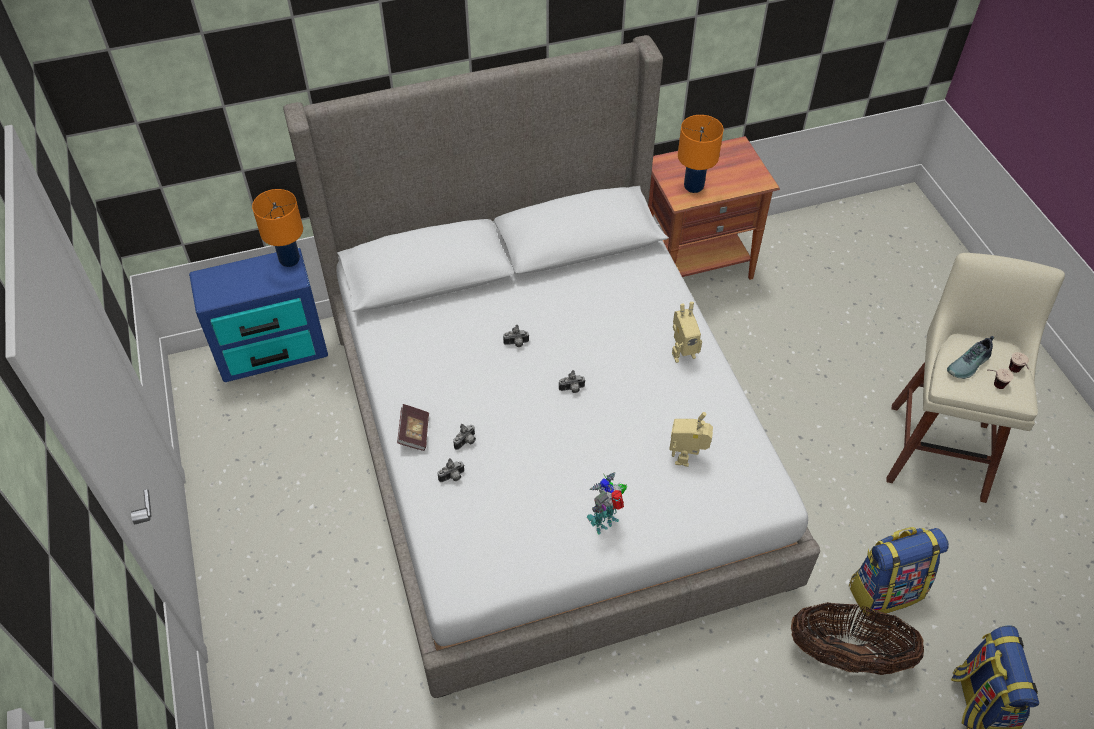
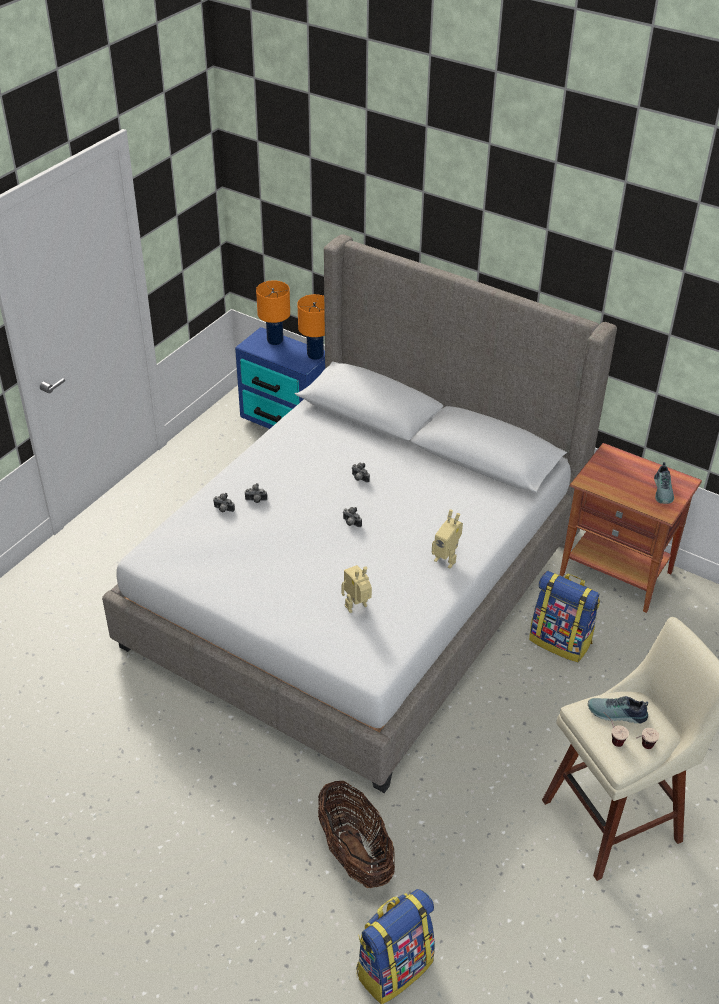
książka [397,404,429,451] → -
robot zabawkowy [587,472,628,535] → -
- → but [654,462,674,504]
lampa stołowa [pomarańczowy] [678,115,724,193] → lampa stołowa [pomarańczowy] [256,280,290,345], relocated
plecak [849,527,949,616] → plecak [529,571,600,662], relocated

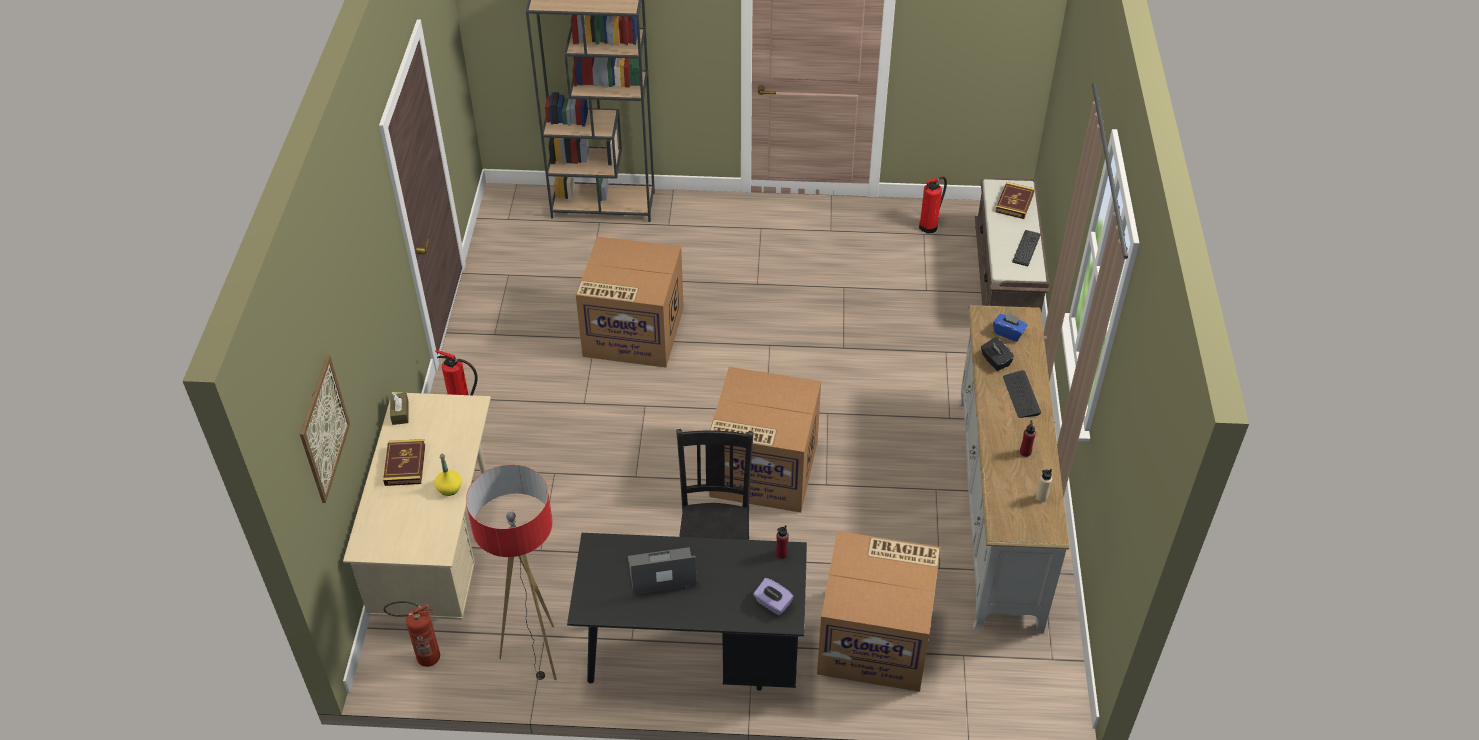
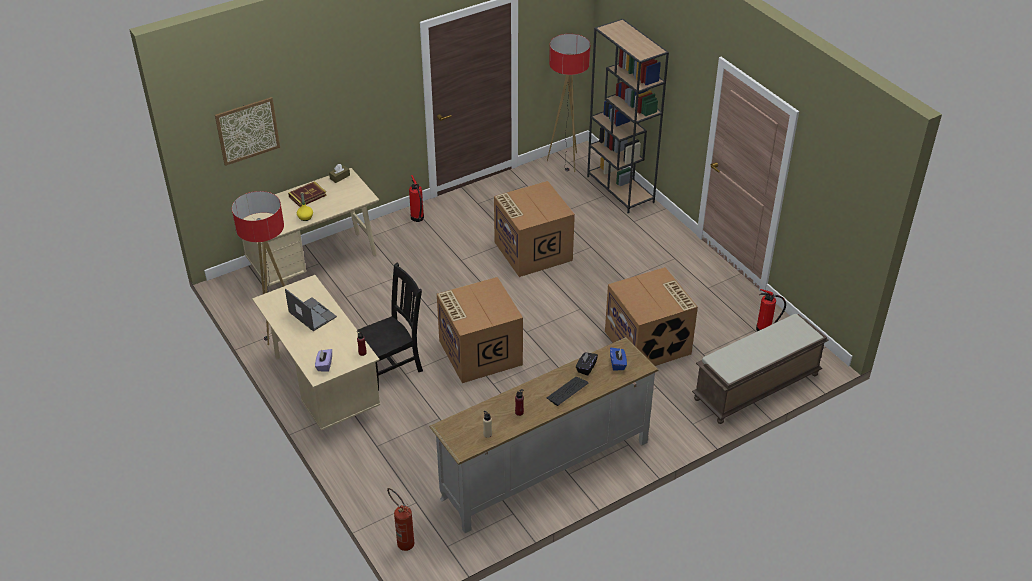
książka [996,182,1035,219] → -
klawiatura [1012,230,1041,266] → -
- → lampa stojąca [547,34,590,172]
gaśnica [383,601,440,667] → gaśnica [387,488,414,551], relocated
karton [817,531,941,692] → karton [605,267,698,366], relocated
biurko [czarny] [567,533,807,691] → biurko [beżowy] [252,275,380,431]

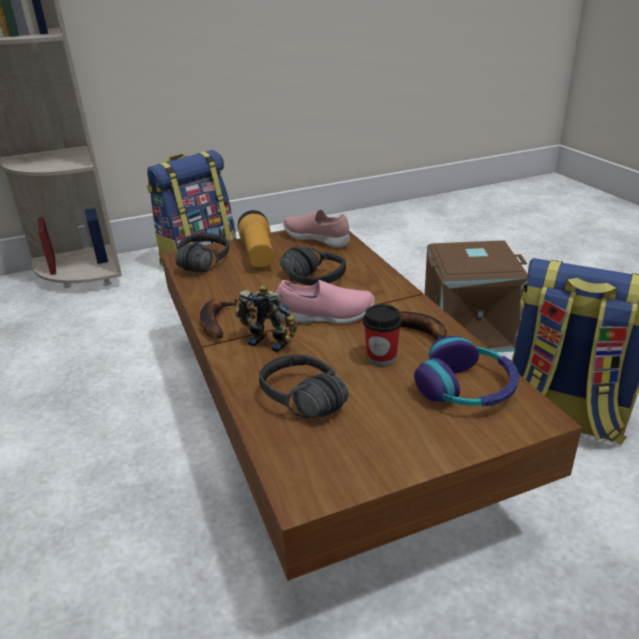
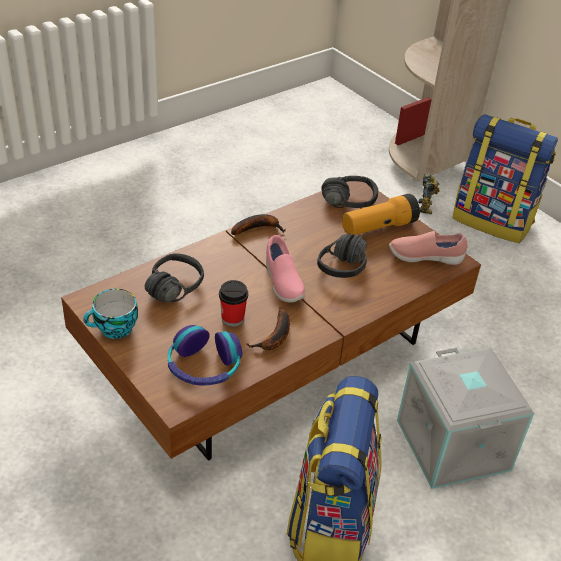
- → filiżanka [83,289,138,339]
robot zabawkowy [235,285,297,353] → robot zabawkowy [418,173,440,215], relocated
pojemnik do przechowywania [brązowy] [425,240,528,352] → pojemnik do przechowywania [szary] [397,348,534,489]
but [różowy] [283,210,350,247] → but [różowy] [389,231,468,265], 105 degrees counterclockwise

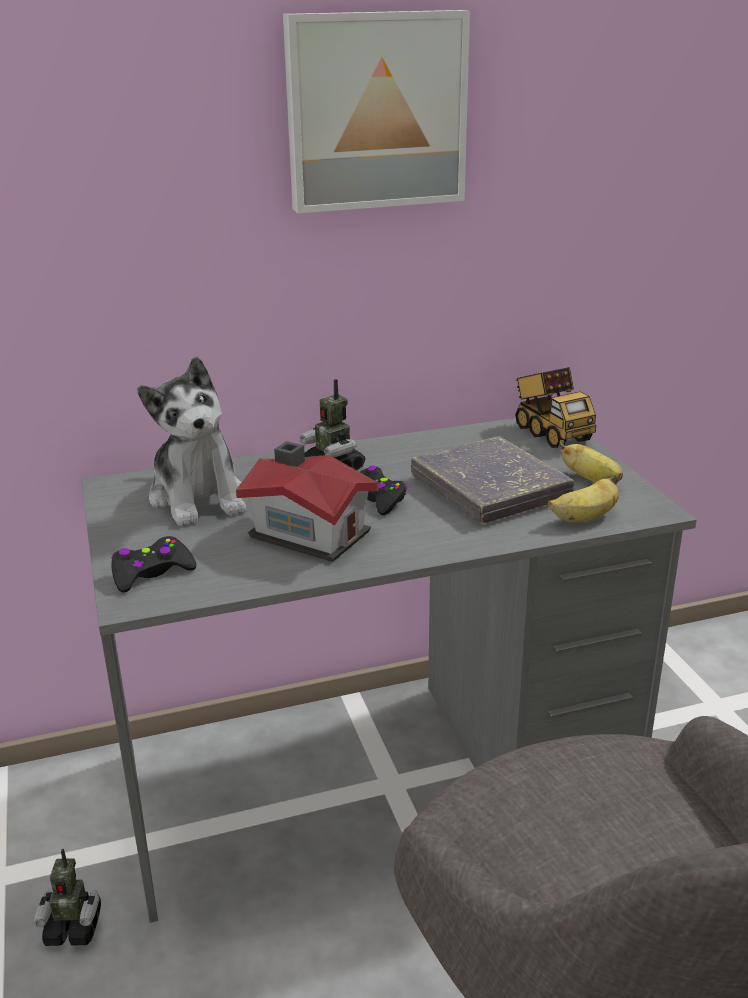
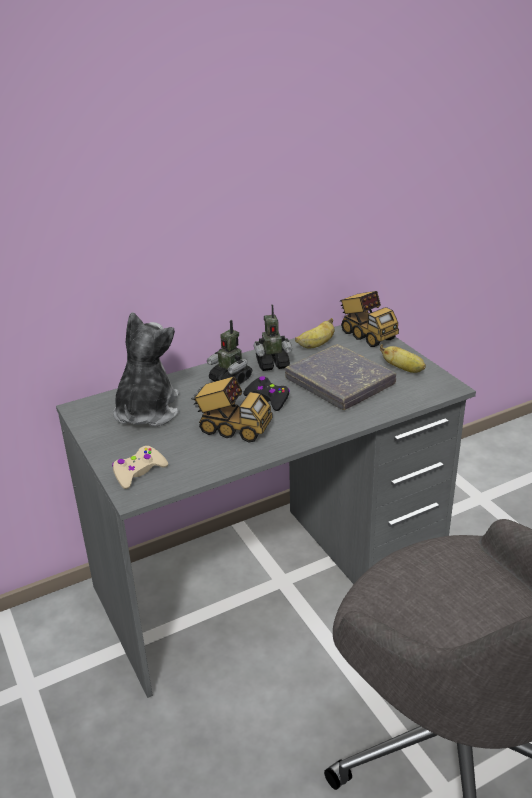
obraz [283,10,470,213] → -
robot zabawkowy [34,849,101,946] → robot zabawkowy [254,304,292,371], relocated
banan [548,475,619,523] → banan [295,318,334,348], relocated
domek [236,441,379,562] → ciężarówka zabawkowa [191,376,273,443]
pad do gier [czarny] [111,536,197,593] → pad do gier [beżowy] [112,446,168,489]
pluszak [137,356,246,526] → pluszak [113,312,179,426], 135 degrees counterclockwise

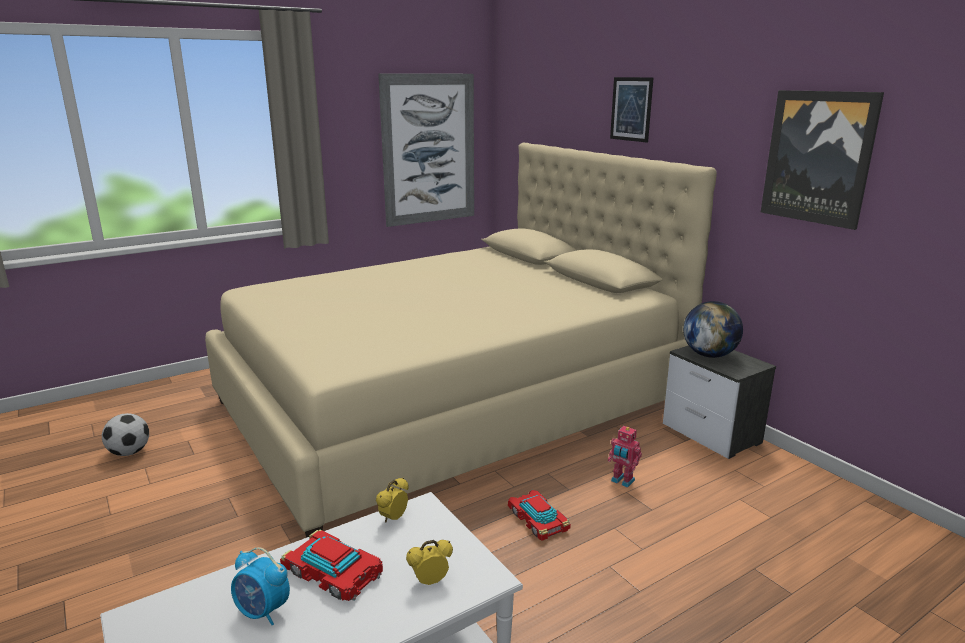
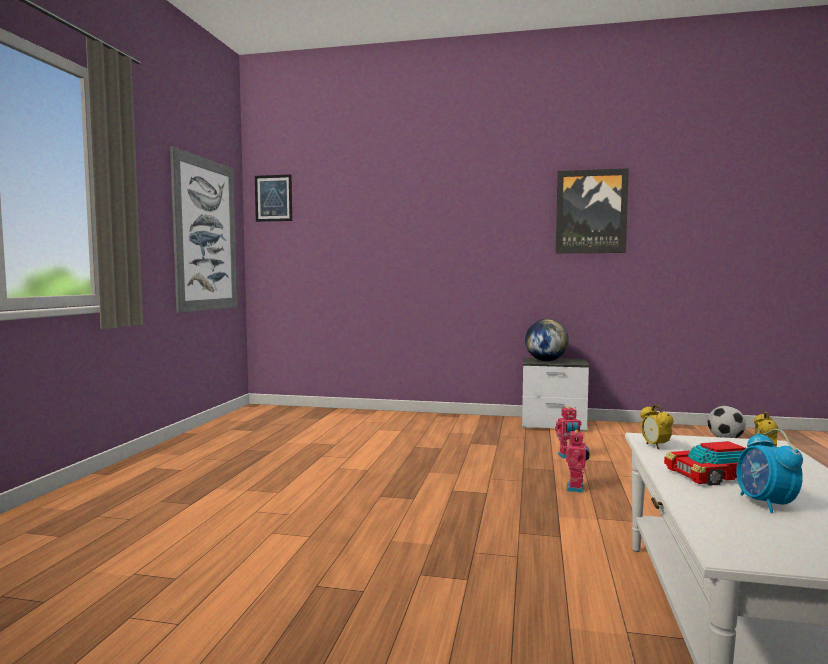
łóżko [beżowy] [205,143,717,538] → -
piłka futbolowa [102,413,149,456] → piłka futbolowa [707,406,746,438], relocated
obraz [610,77,654,142] → obraz [255,174,292,222], relocated
samochodzik [508,490,571,541] → robot zabawkowy [566,429,590,493]
budzik [231,547,290,626] → budzik [736,429,803,513], 105 degrees clockwise

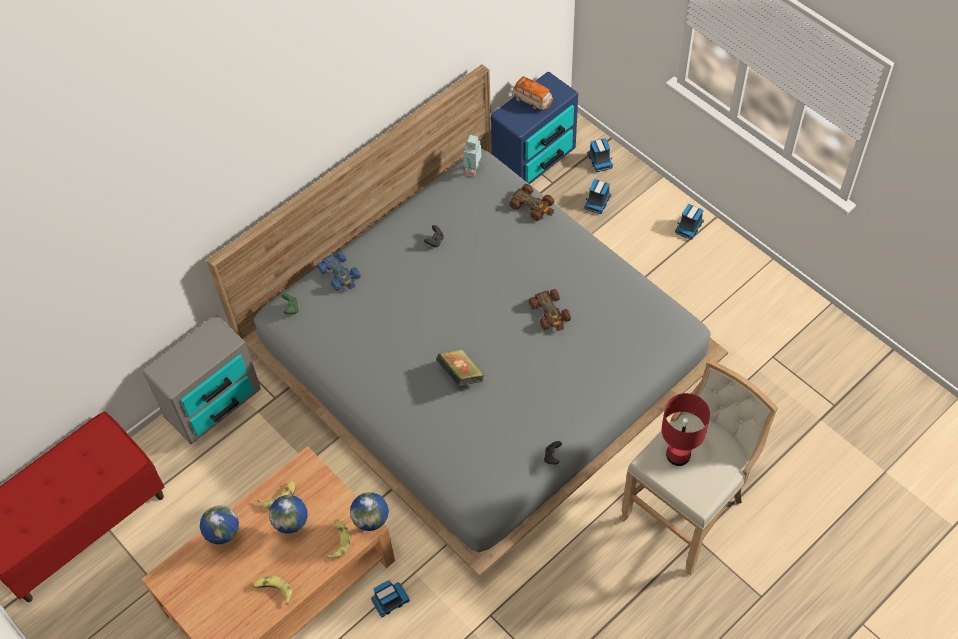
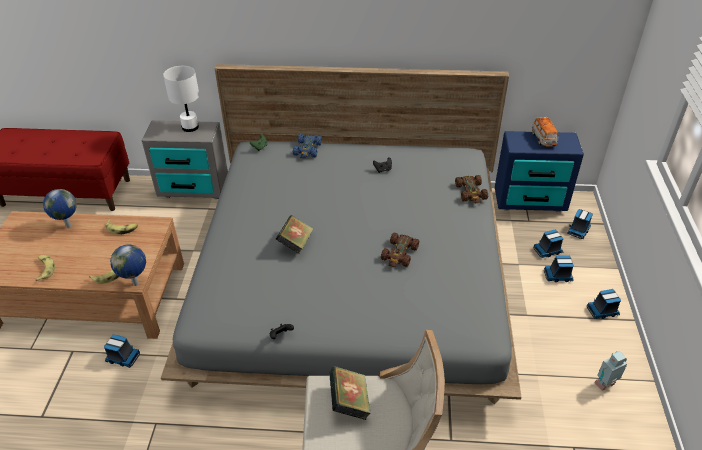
globus [269,495,308,534] → -
- → lampa stołowa [biały] [163,66,199,132]
- → ciężarówka zabawkowa [544,255,574,282]
robot zabawkowy [463,135,481,176] → robot zabawkowy [594,351,627,391], relocated
lampa stołowa [czerwony] [662,393,710,466] → książka [329,366,371,420]

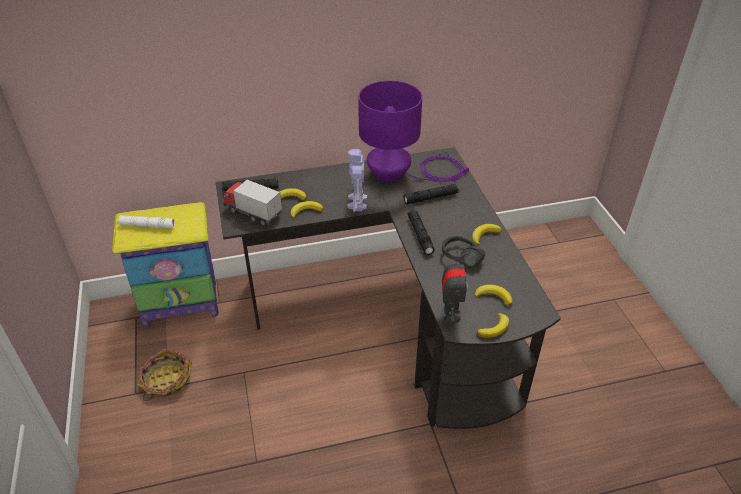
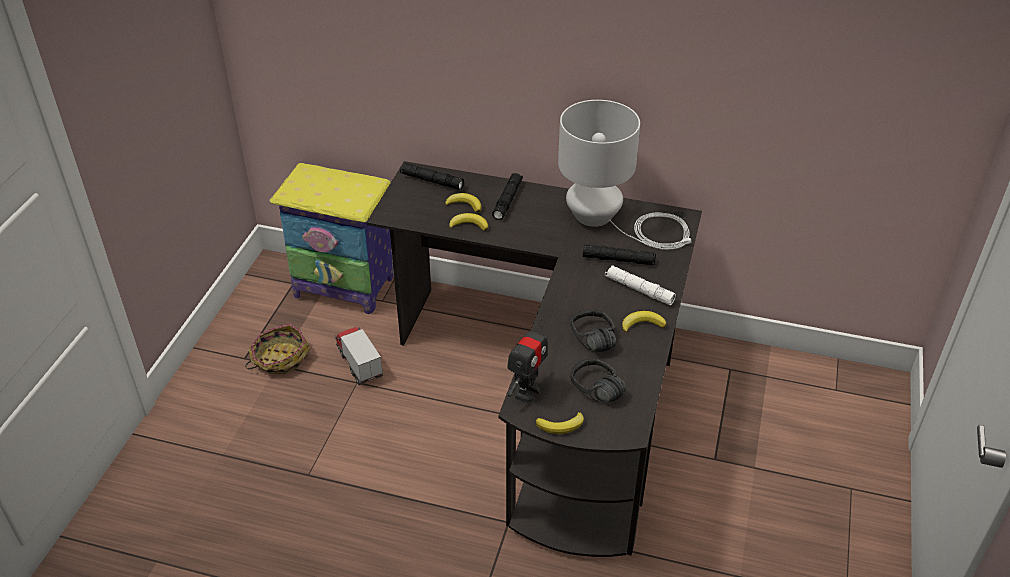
robot zabawkowy [347,149,367,212] → -
latarka [biały] [117,215,175,229] → latarka [biały] [605,265,676,305], relocated
ciężarówka zabawkowa [223,180,282,227] → ciężarówka zabawkowa [335,327,383,385], relocated
latarka [czarny] [408,210,435,255] → latarka [czarny] [492,173,523,220], relocated
banan [474,284,512,306] → słuchawki [czarny] [570,359,626,402]
lampa stołowa [fioletowy] [358,81,469,183] → lampa stołowa [szary] [558,100,691,250]

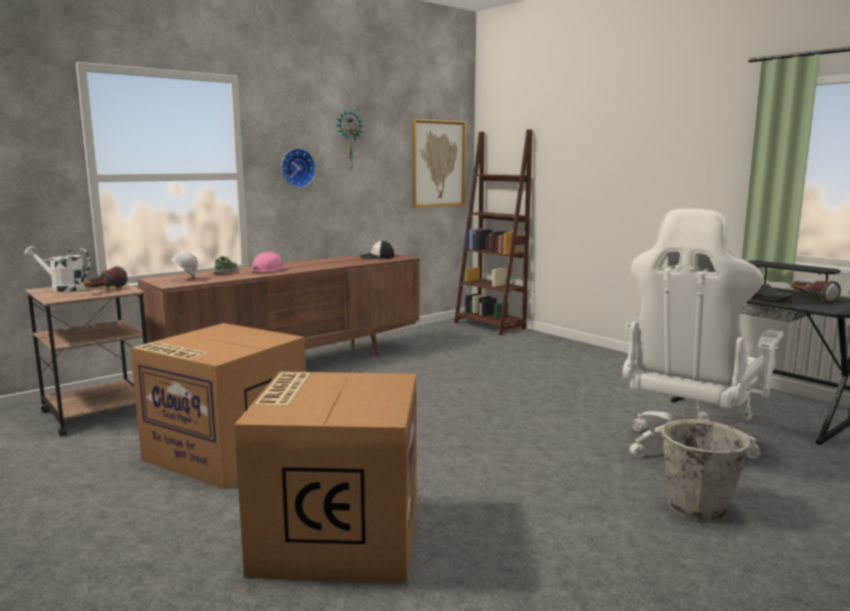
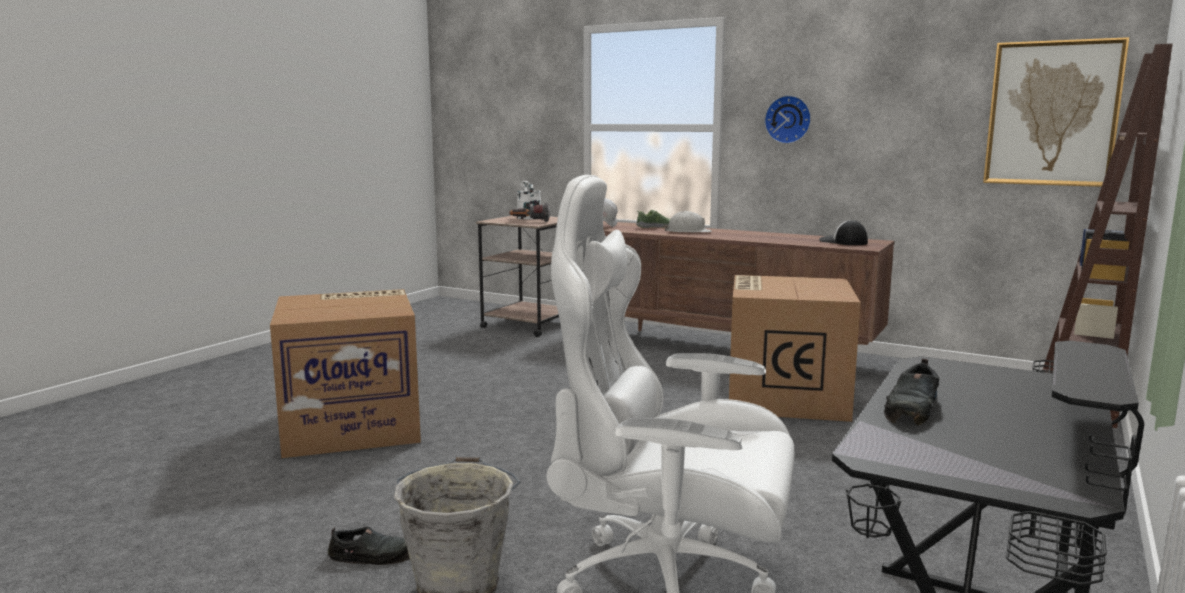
zegar ścienny [337,109,364,170] → -
latarka [790,281,841,303] → -
- → but [czarny] [328,527,410,565]
karton [131,323,306,489] → karton [729,275,861,422], relocated
kask [różowy] [251,252,288,273] → kask [biały] [664,211,712,232]

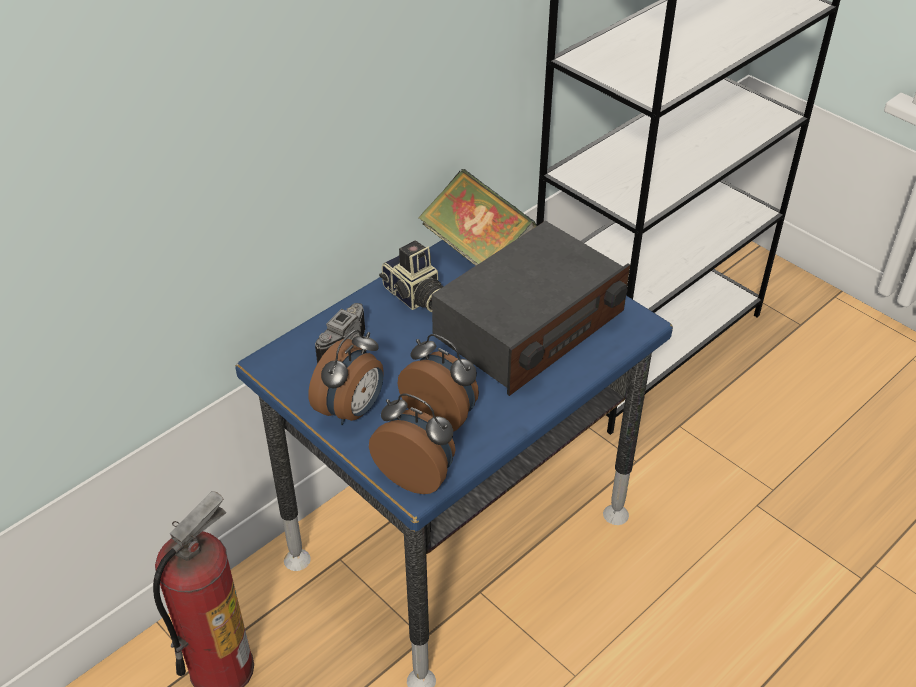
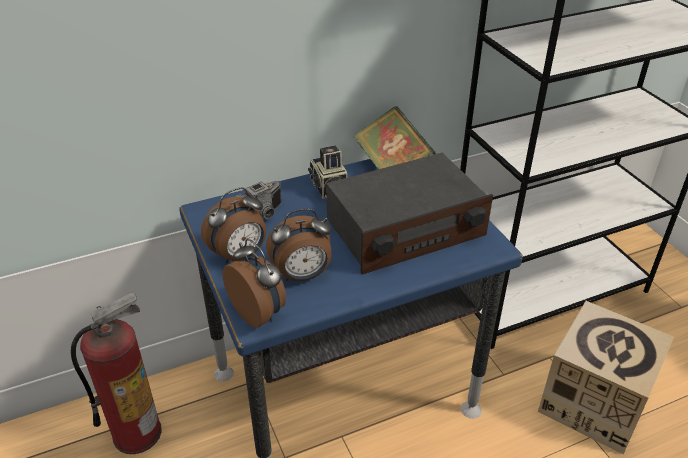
- → karton [538,301,674,454]
budzik [397,334,479,432] → budzik [266,208,332,281], 105 degrees clockwise

